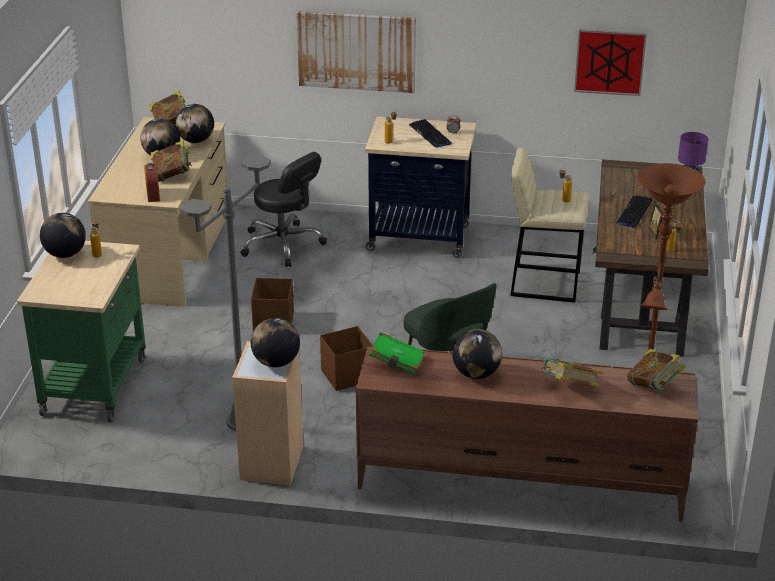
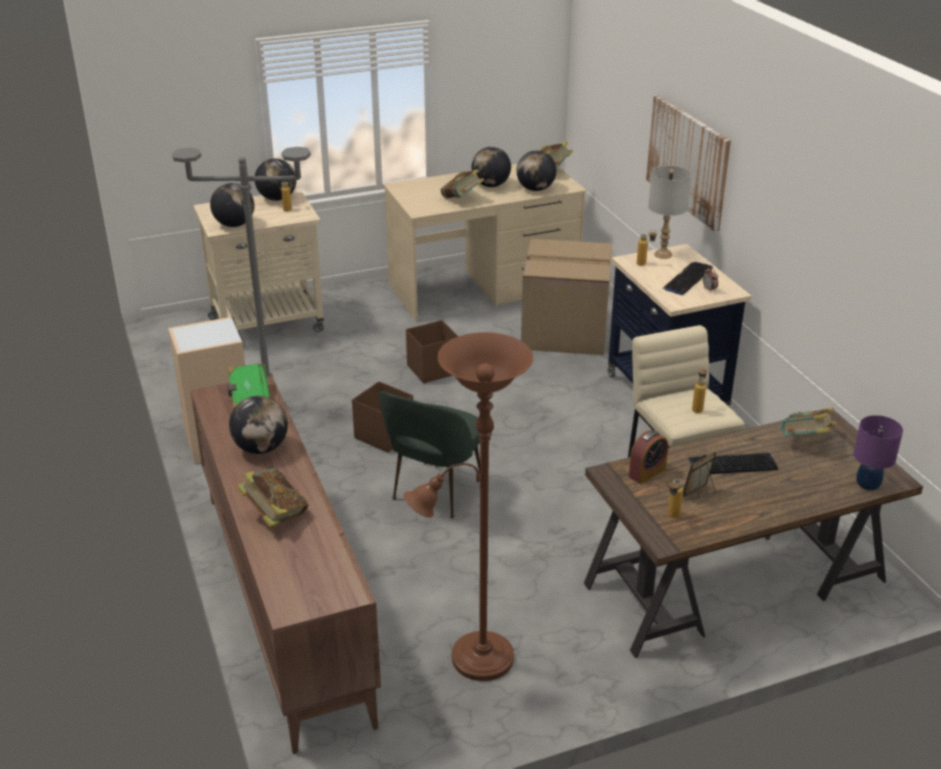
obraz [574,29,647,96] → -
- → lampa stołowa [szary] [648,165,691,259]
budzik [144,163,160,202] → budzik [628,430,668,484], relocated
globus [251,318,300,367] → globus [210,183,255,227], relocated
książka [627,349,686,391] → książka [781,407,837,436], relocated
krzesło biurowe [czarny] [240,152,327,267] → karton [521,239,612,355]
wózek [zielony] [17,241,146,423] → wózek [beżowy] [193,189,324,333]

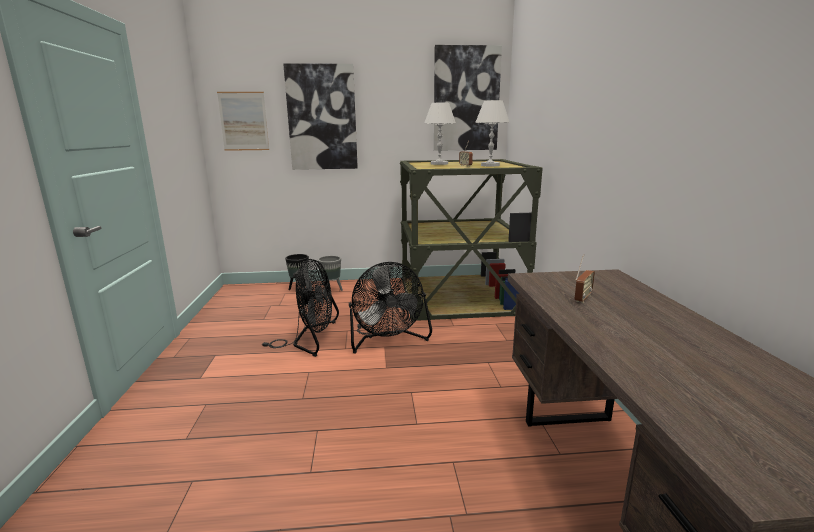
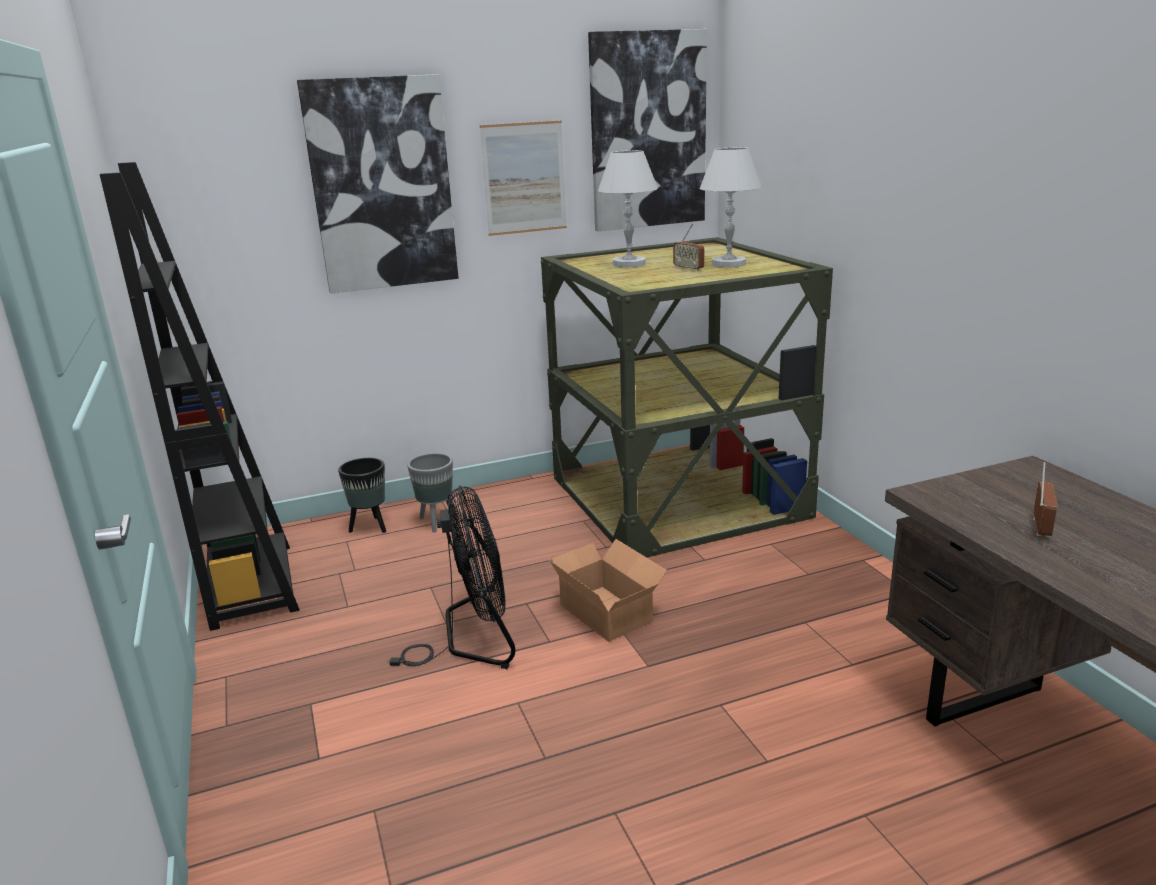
- → regał [czarny] [100,162,300,631]
obraz [217,92,269,151] → obraz [480,120,567,236], relocated
wentylator [czarny] [349,262,432,353] → karton [549,539,667,642]

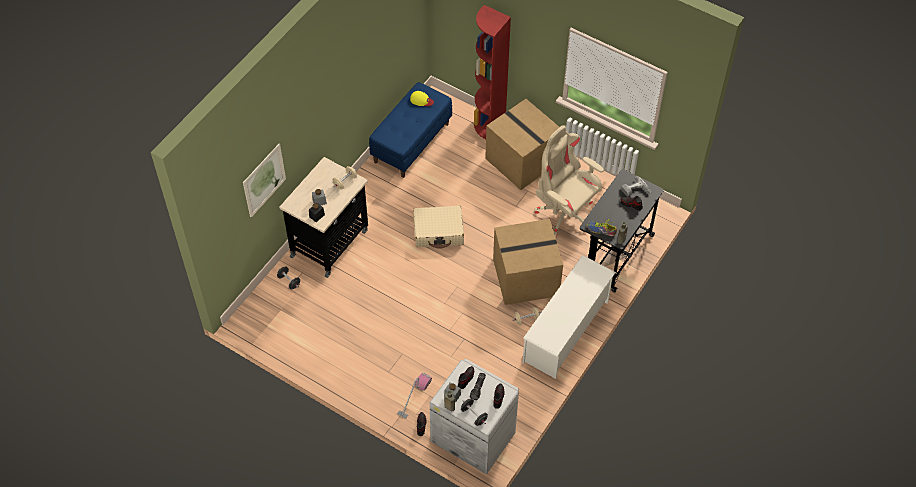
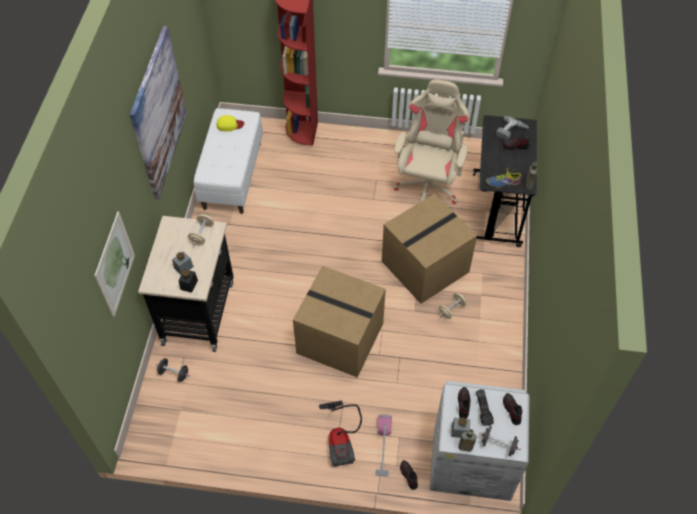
walizka [beżowy] [413,206,464,249] → -
regał na buty [biały] [523,255,616,379] → -
- → obraz [130,26,187,199]
- → odkurzacz [319,400,362,467]
karton [485,99,559,190] → karton [293,266,386,378], relocated
ławka [niebieski] [369,82,452,178] → ławka [biały] [194,108,263,214]
krzesło biurowe [beżowy] [534,125,604,238] → krzesło biurowe [beżowy] [394,79,470,204], 90 degrees clockwise

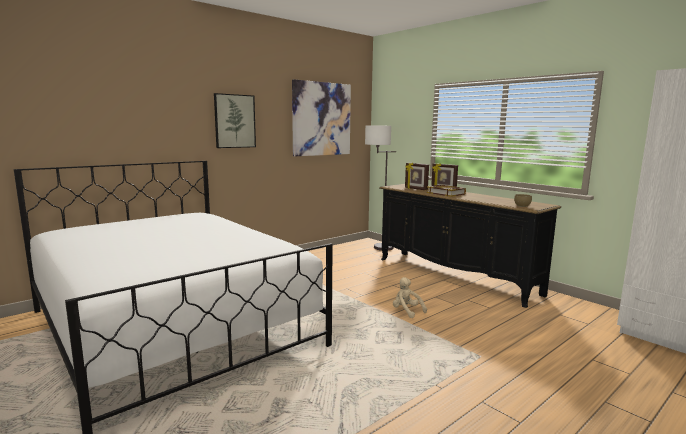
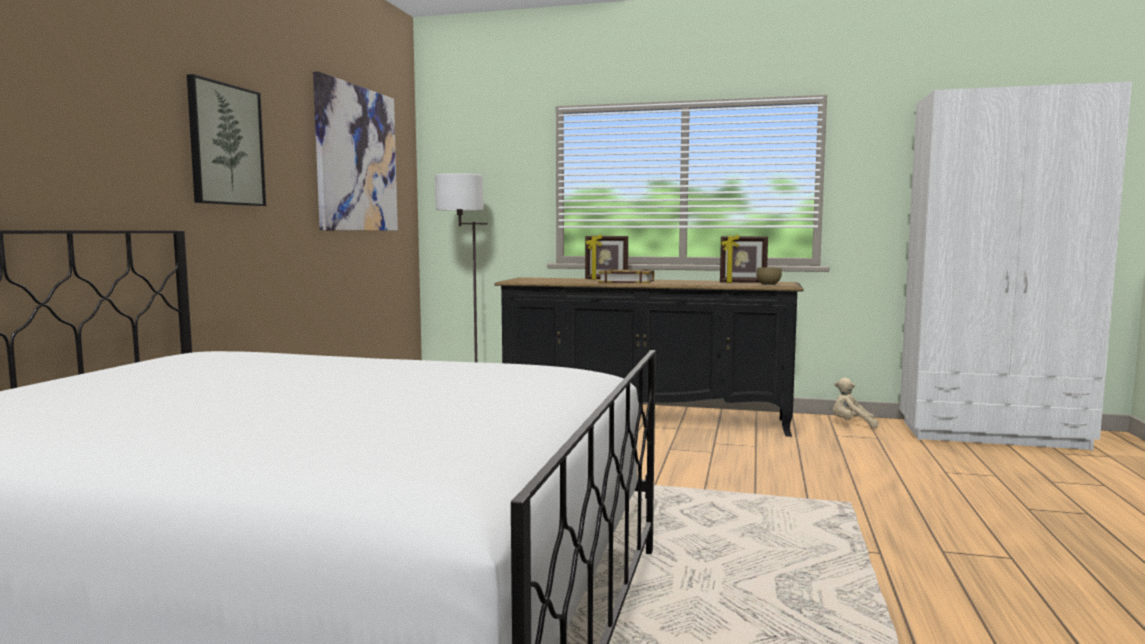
pluszak [beżowy] [393,277,427,318] → pluszak [beżowy] [833,378,878,428], relocated
ramka na zdjęcie [405,162,429,190] → ramka na zdjęcie [720,234,768,283], relocated

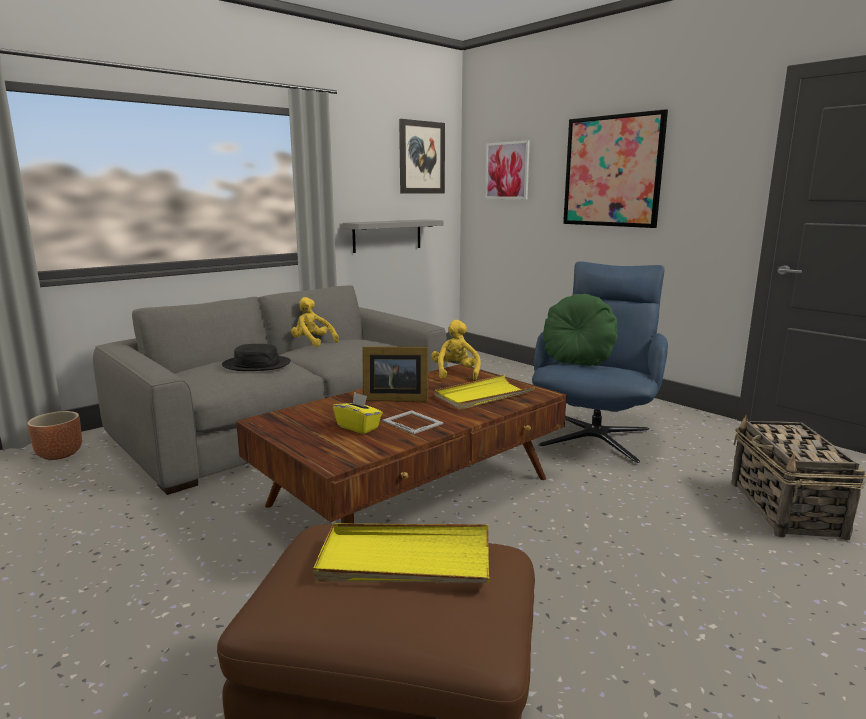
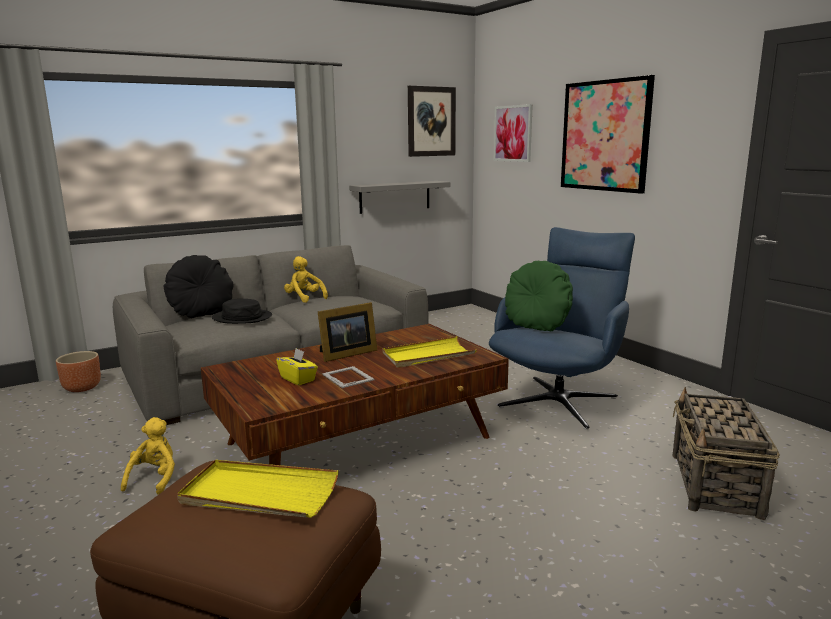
- → poduszka [czarny] [164,255,233,318]
pluszak [żółty] [432,320,481,380] → pluszak [żółty] [121,417,175,495], relocated
ramka na zdjęcie [363,346,428,402] → ramka na zdjęcie [318,302,377,362], 45 degrees counterclockwise

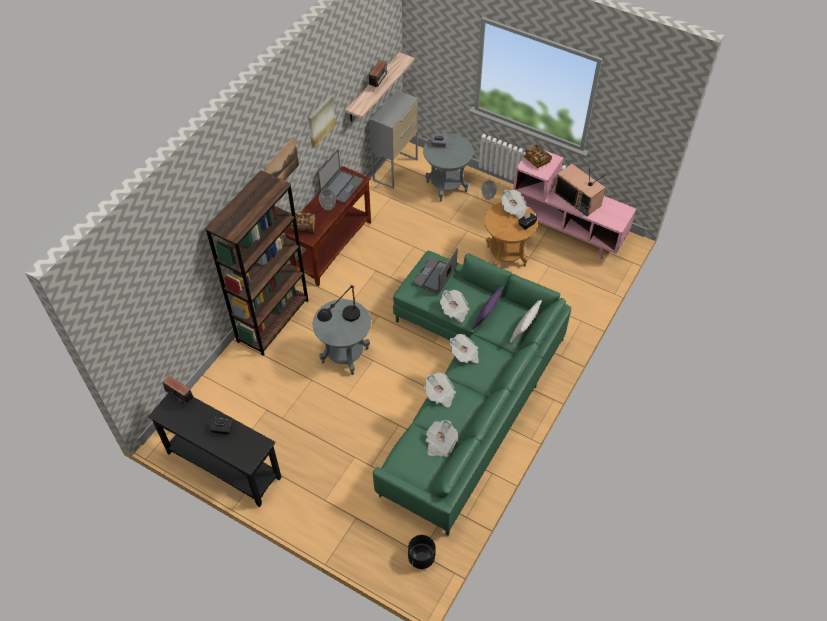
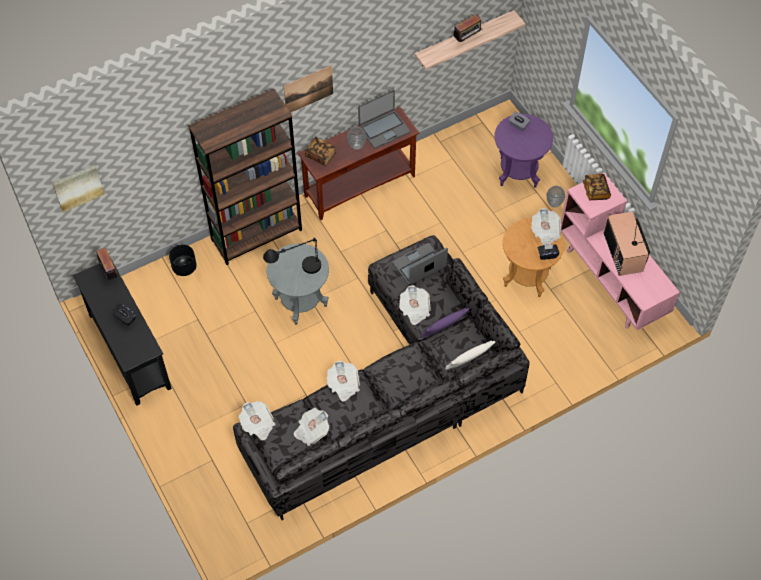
szafka [szary] [370,90,418,189] → -
obraz [308,95,336,148] → obraz [52,165,104,212], relocated
donica [czarny] [408,535,436,569] → donica [czarny] [169,244,197,276], relocated
gazeta [450,334,479,363] → gazeta [239,401,275,440], relocated
kanapa [zielony] [373,251,571,535] → kanapa [szary] [233,235,530,520]
stolik [szary] [423,133,473,202] → stolik [fioletowy] [494,114,553,188]

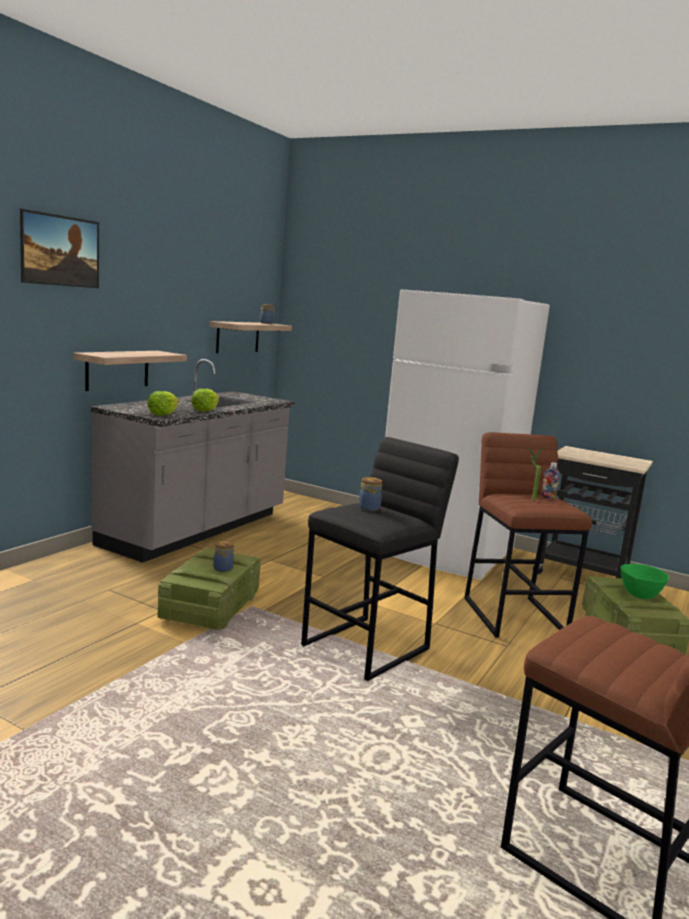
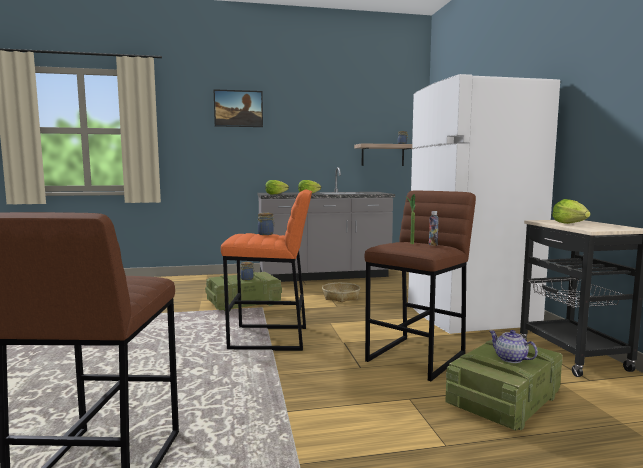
półka [73,351,187,391] → -
- → koszyk [322,282,361,302]
- → sałata [552,199,590,224]
miska [zielony] [620,564,669,599] → imbryk [489,330,538,363]
stołek [czarny] [301,437,459,681] → stołek [pomarańczowy] [221,189,312,351]

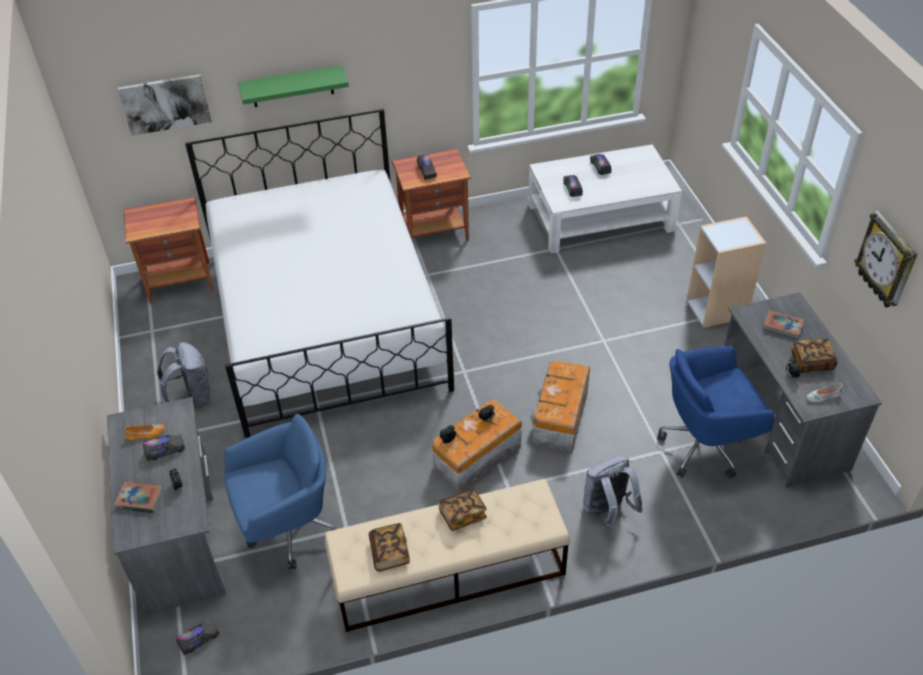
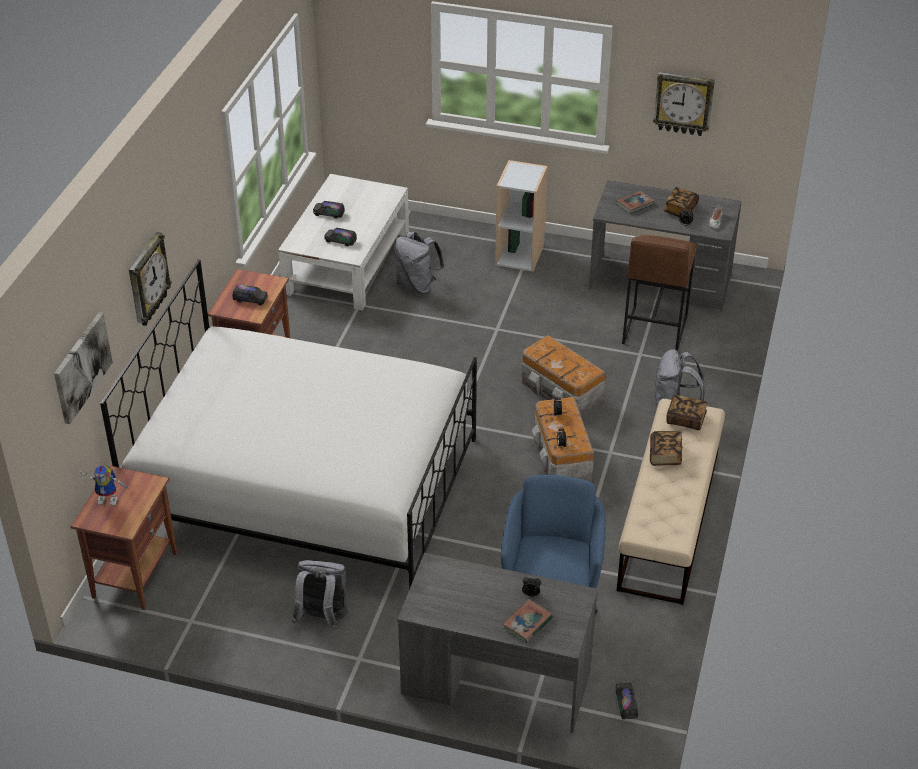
but [pomarańczowy] [125,424,165,440] → -
ciężarówka zabawkowa [143,435,185,461] → -
- → robot zabawkowy [80,464,130,505]
- → plecak [szary] [395,232,444,294]
książka [369,523,410,572] → książka [666,394,707,430], relocated
półka [zielony] [238,65,349,107] → zegar ścienny [129,232,172,326]
krzesło biurowe [niebieski] [657,346,775,479] → stołek [brązowy] [622,235,697,352]

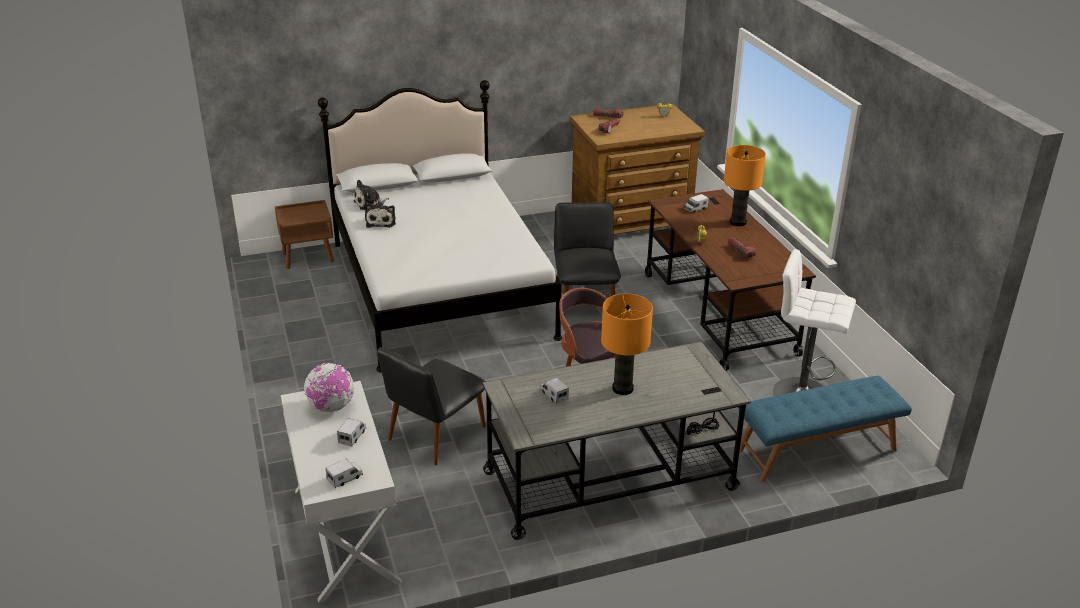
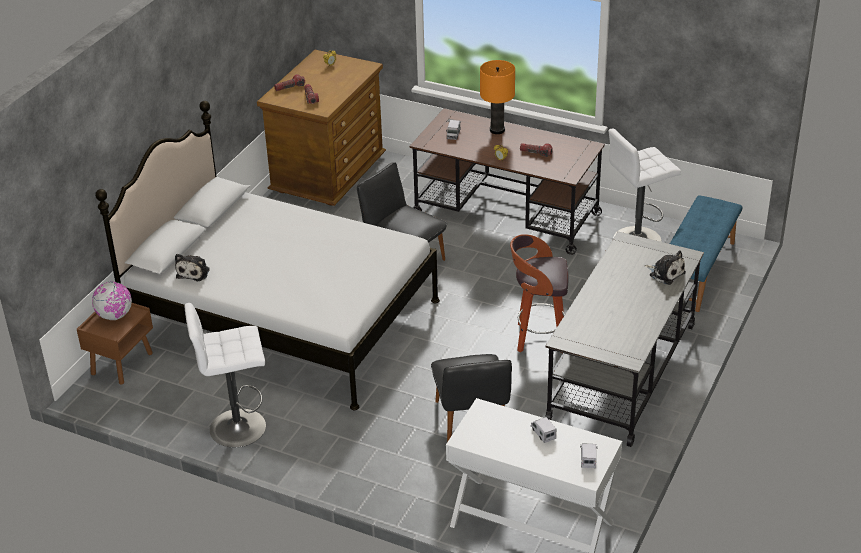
ciężarówka zabawkowa [541,377,569,404] → -
lampa stołowa [pomarańczowy] [601,294,653,395] → -
- → stołek [biały] [184,303,266,447]
globus [304,363,354,412] → globus [92,282,132,320], relocated
pluszak [365,203,396,228] → pluszak [644,251,686,285], relocated

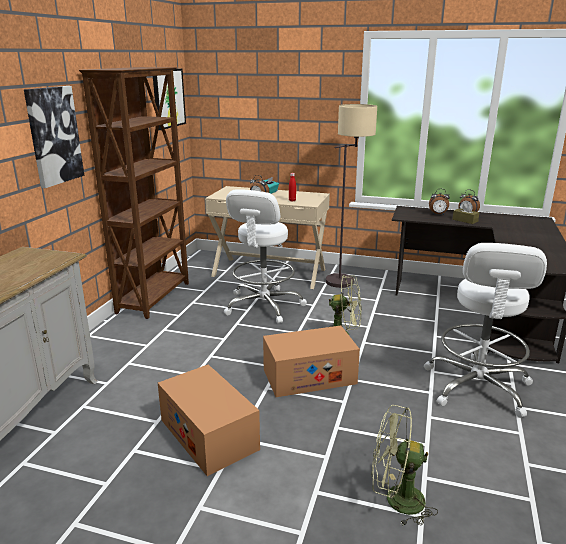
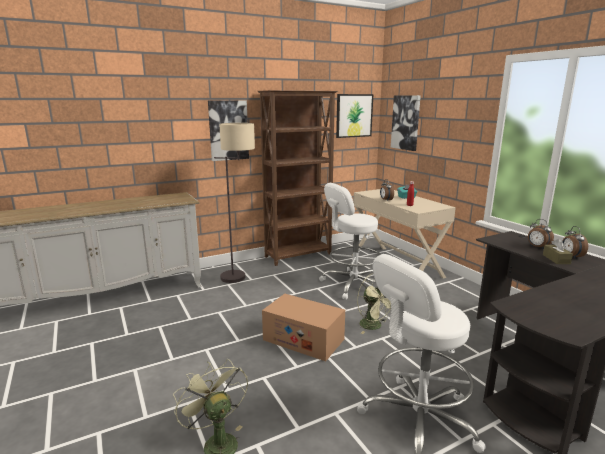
karton [158,365,260,476] → -
- → obraz [391,95,421,151]
lampa stojąca [beżowy] [326,104,377,288] → lampa stojąca [beżowy] [214,123,255,283], relocated

